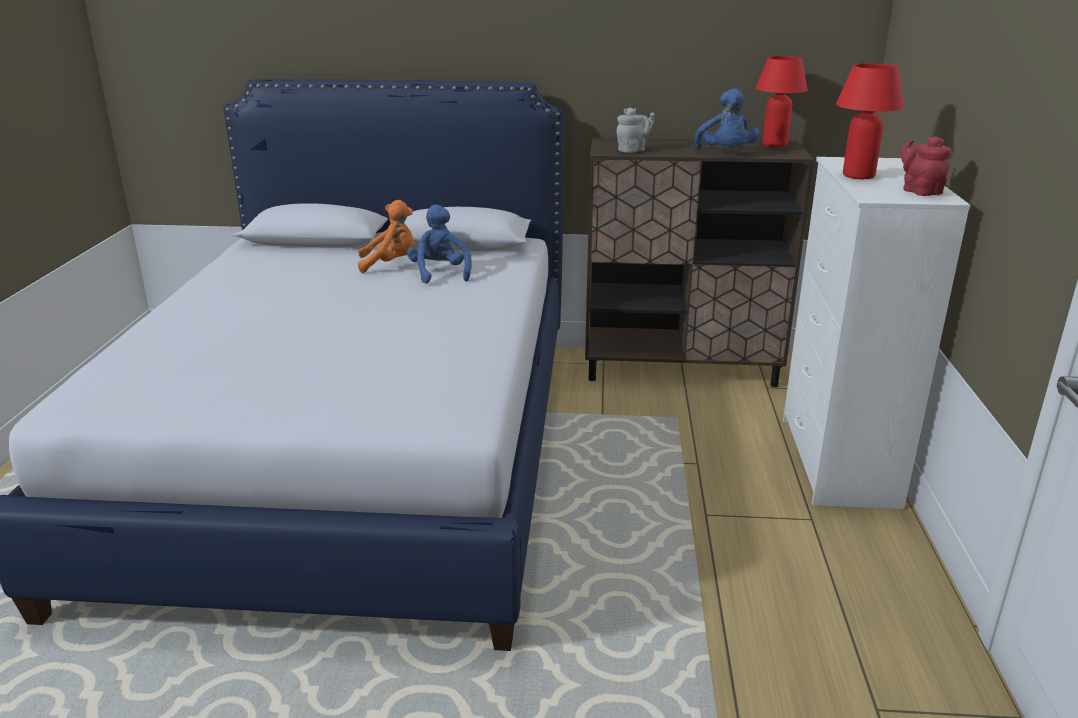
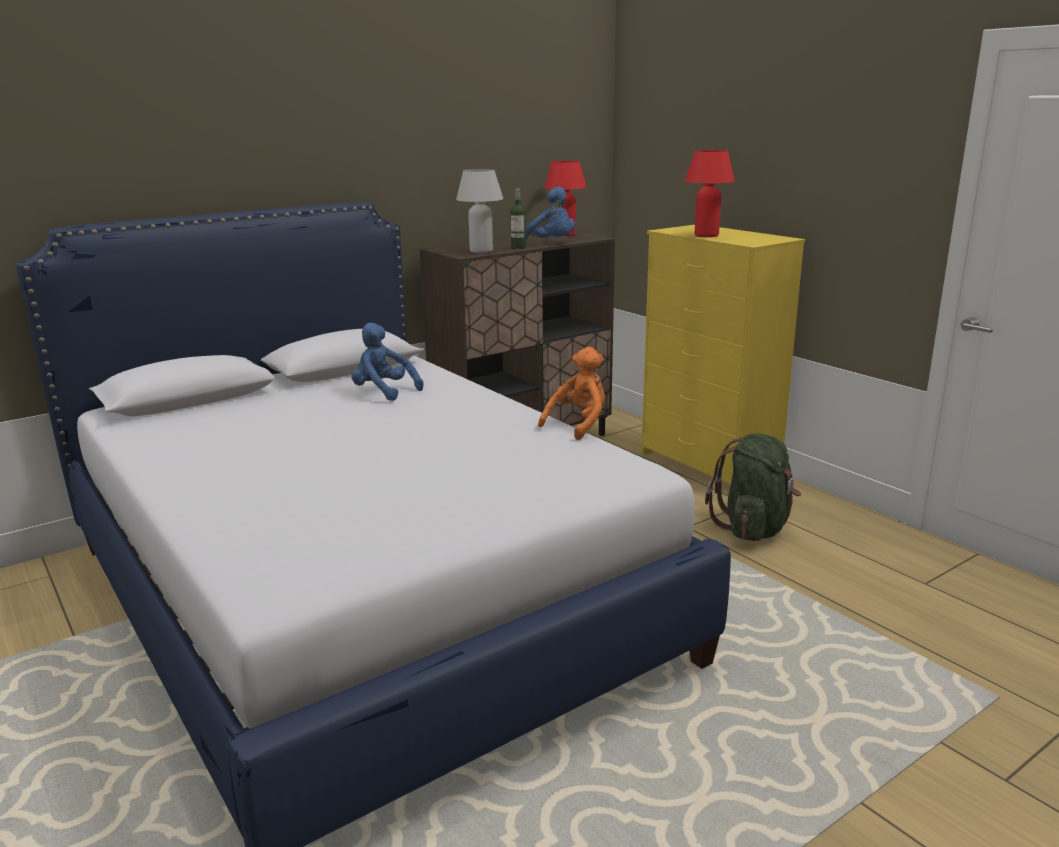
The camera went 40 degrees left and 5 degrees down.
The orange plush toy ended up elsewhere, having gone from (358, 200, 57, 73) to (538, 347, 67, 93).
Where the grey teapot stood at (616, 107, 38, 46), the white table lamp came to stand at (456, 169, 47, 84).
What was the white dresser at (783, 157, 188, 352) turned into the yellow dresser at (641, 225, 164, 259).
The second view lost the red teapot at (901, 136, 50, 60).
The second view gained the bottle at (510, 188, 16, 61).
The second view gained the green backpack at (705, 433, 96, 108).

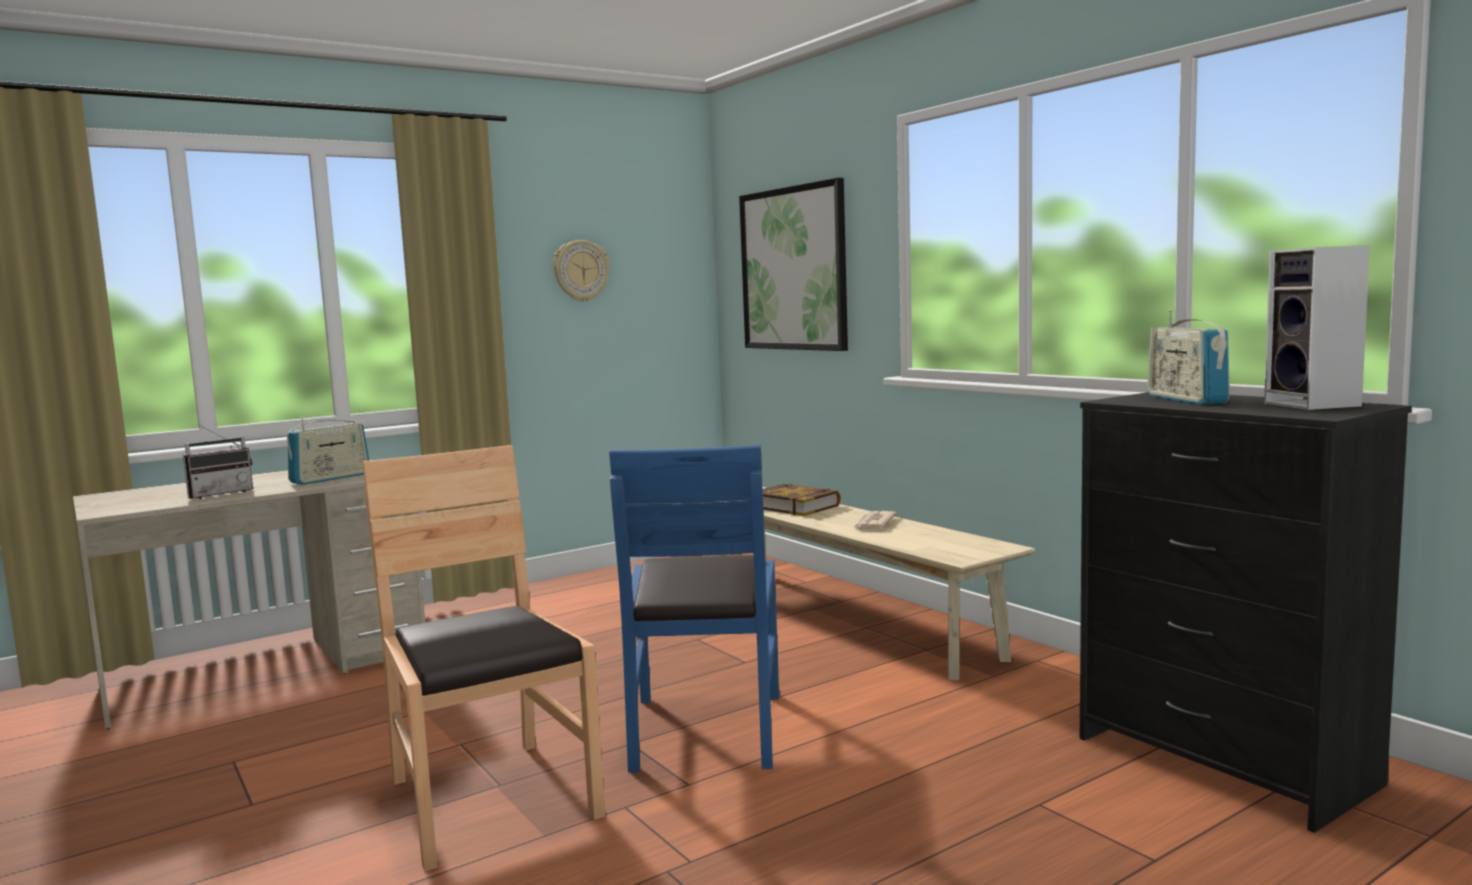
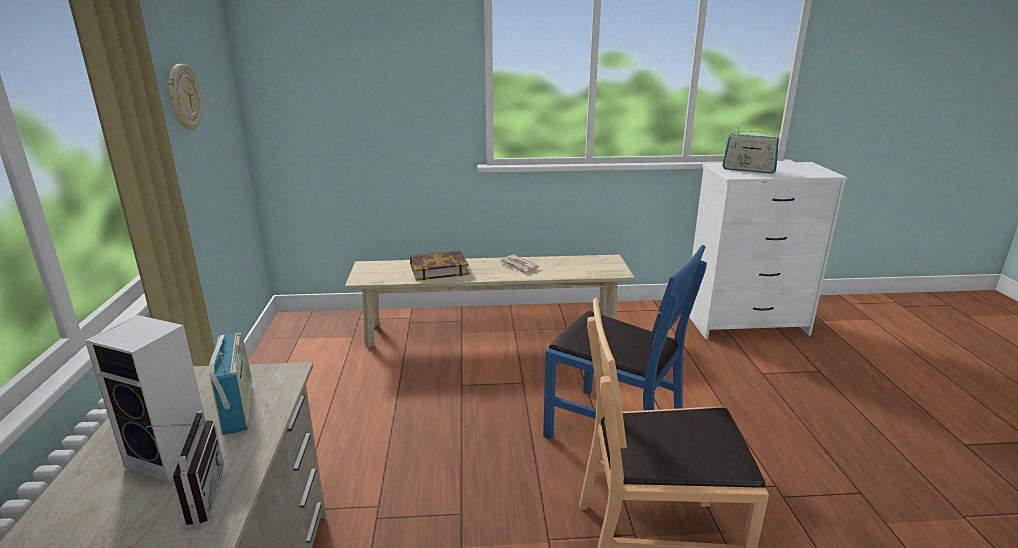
The camera went 60 degrees left and 15 degrees up.
The second view lost the picture at (739, 178, 109, 173).
What was the black dresser at (1080, 392, 332, 441) turned into the white dresser at (689, 162, 158, 177).
The speaker ended up elsewhere, having gone from (1264, 245, 106, 165) to (85, 315, 121, 167).

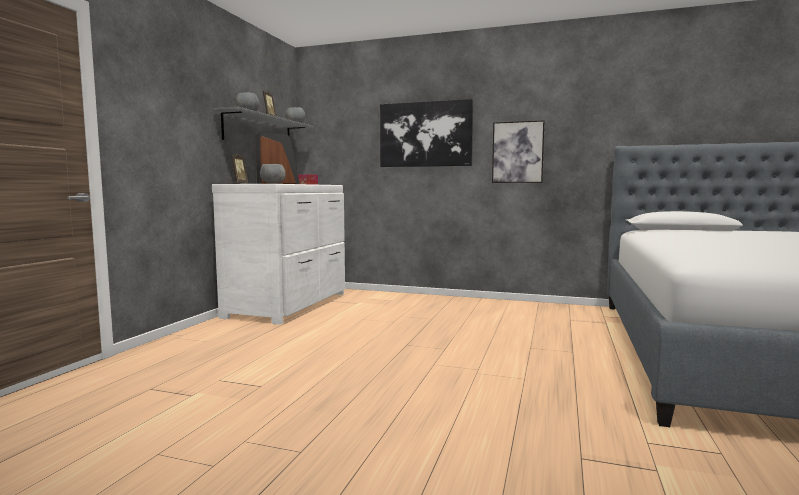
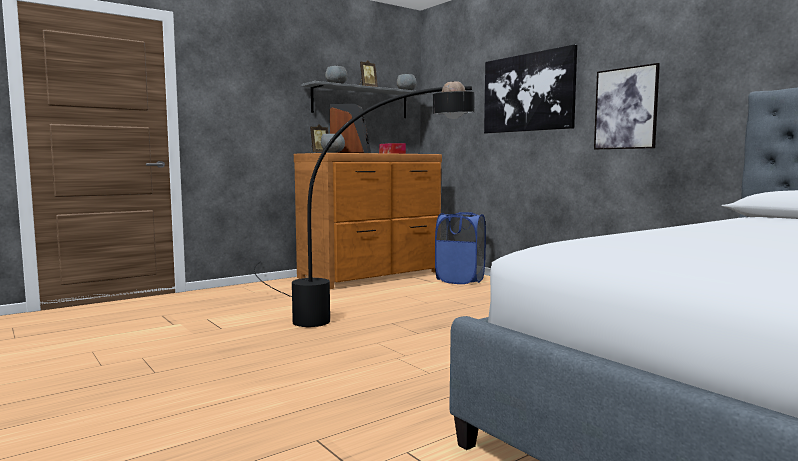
The camera went 35 degrees right and 0 degrees up.
What was the white dresser at (212, 184, 133, 141) turned into the brown dresser at (294, 153, 148, 136).
The second view gained the black floor lamp at (254, 81, 221, 246).
The second view gained the blue laundry basket at (435, 212, 51, 72).

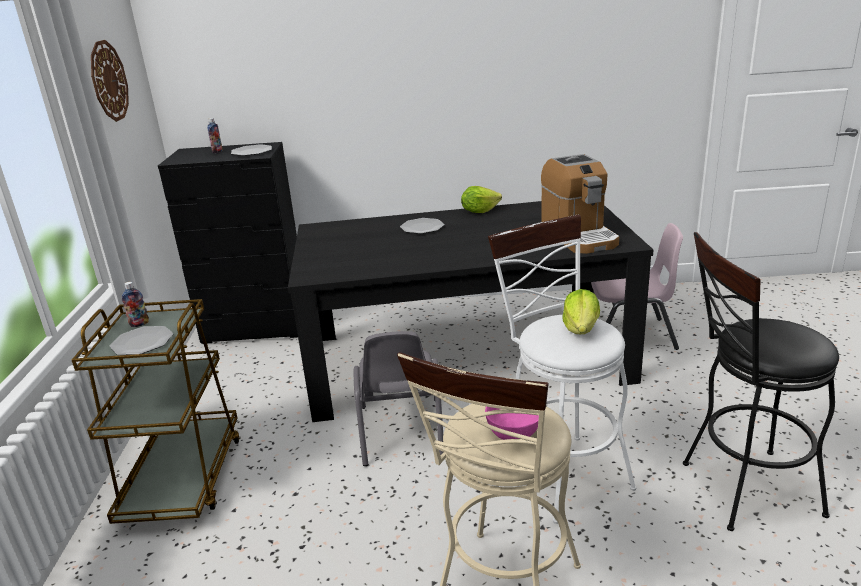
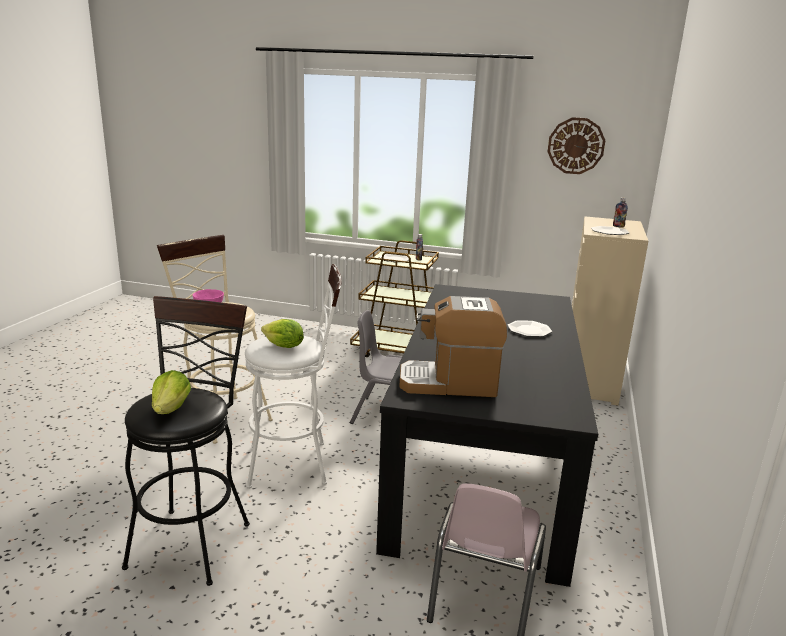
The camera went 105 degrees right and 5 degrees down.
What was the black dresser at (158, 142, 140, 202) turned into the beige dresser at (572, 216, 76, 190).
The lettuce ended up elsewhere, having gone from (461, 186, 41, 27) to (152, 370, 39, 44).

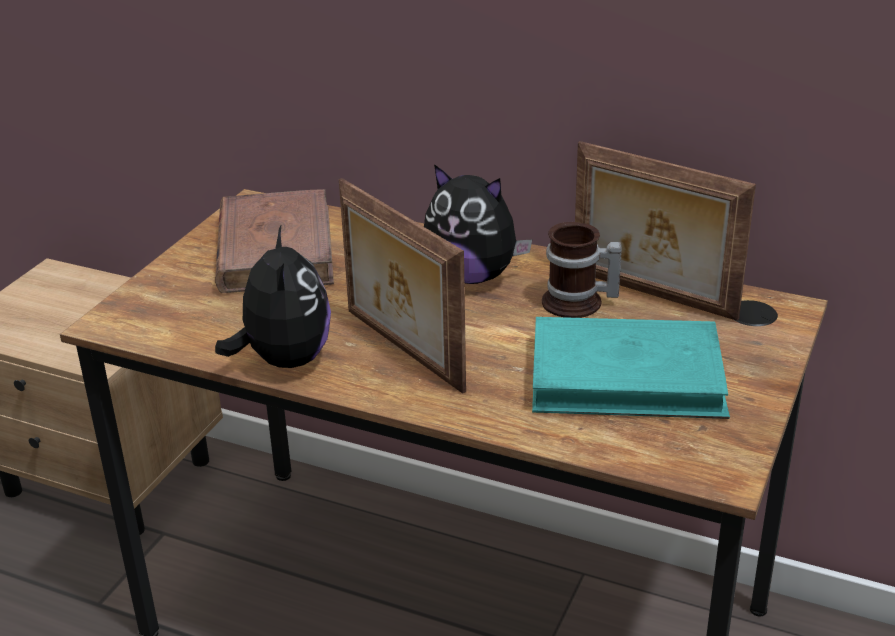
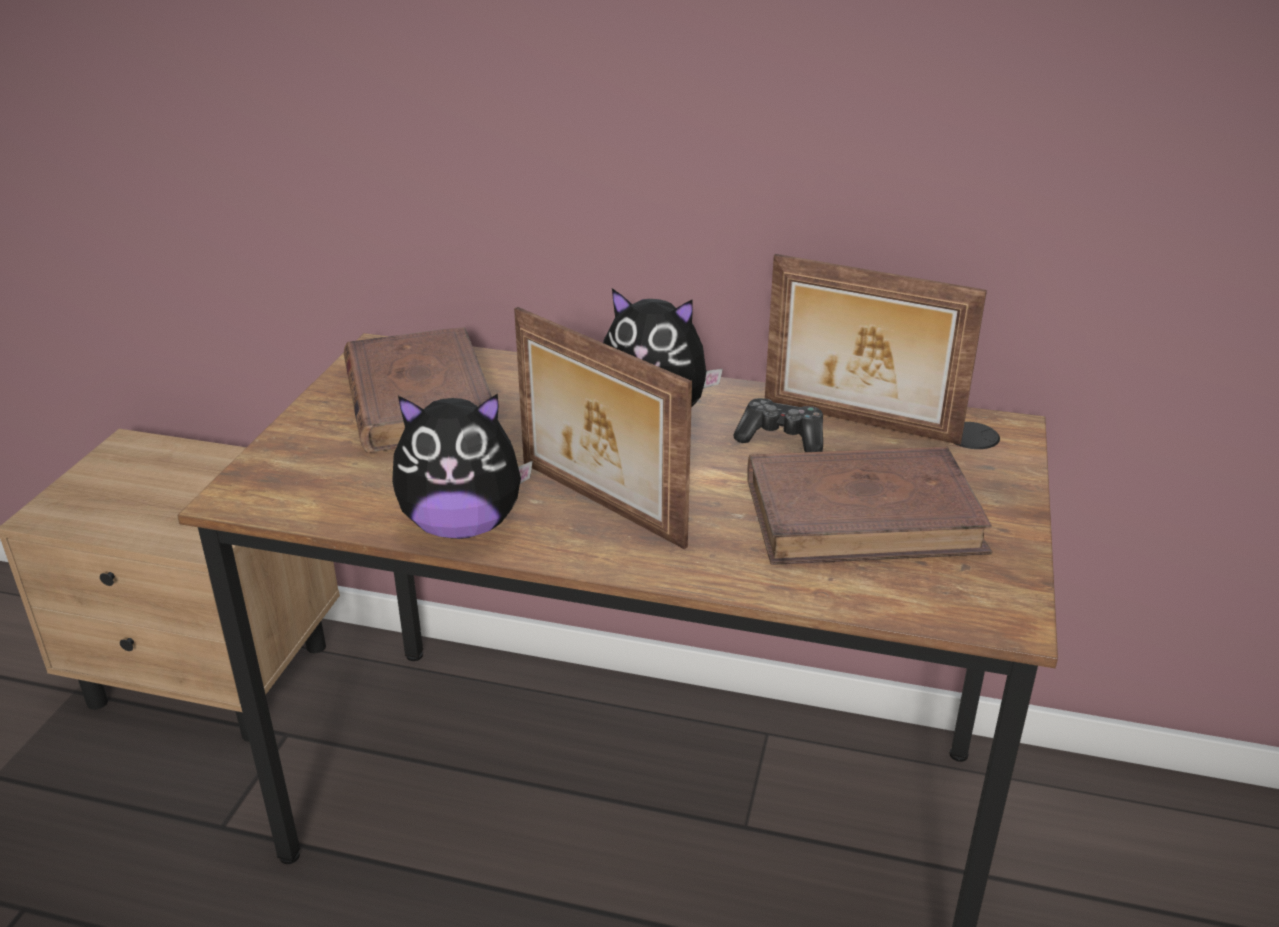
The camera went 10 degrees left and 0 degrees up.
The plush toy at (215, 226, 116, 142) ended up facing another way, 105 degrees clockwise from before.
What was the turquoise book at (532, 317, 198, 102) turned into the brown book at (748, 447, 244, 118).
Where the mug stood at (542, 222, 80, 96), the game controller came to stand at (734, 398, 89, 54).

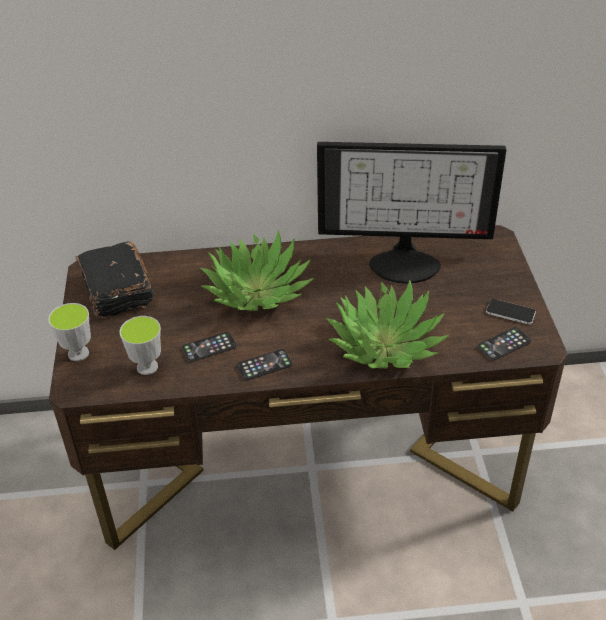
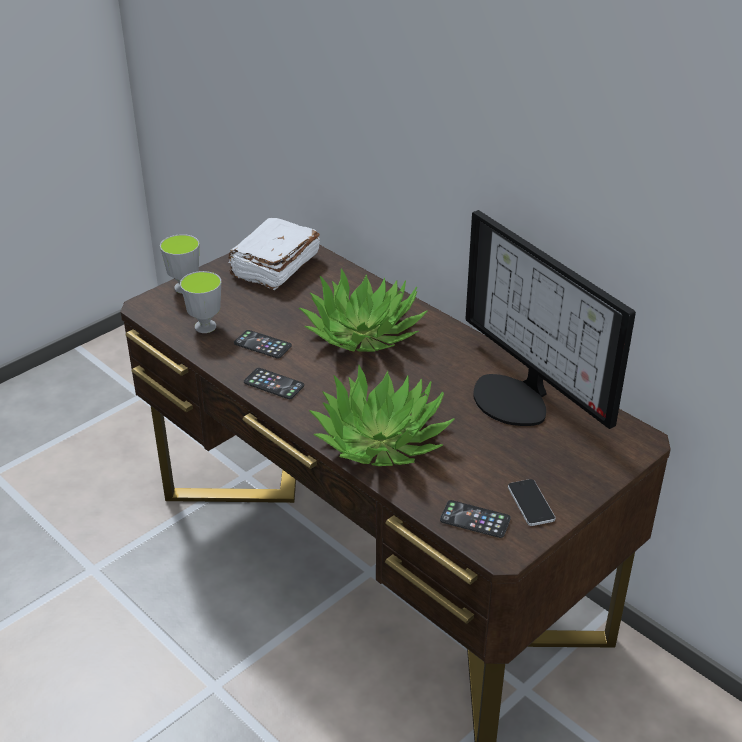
The camera went 50 degrees right and 5 degrees down.
What was the black book at (75, 242, 79, 77) turned into the white book at (229, 218, 91, 72).

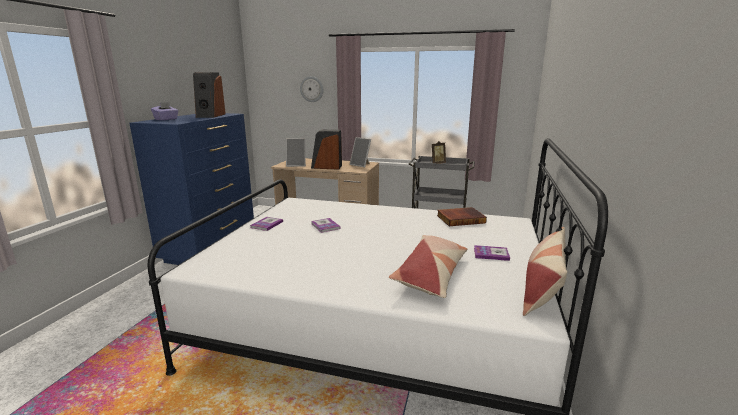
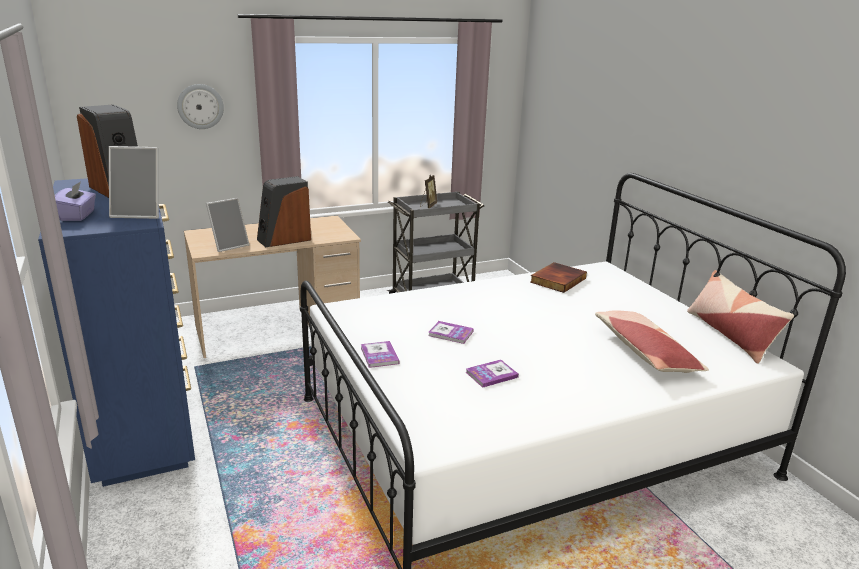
The camera went 40 degrees left and 5 degrees up.
The picture frame ended up elsewhere, having gone from (350, 137, 21, 30) to (109, 146, 50, 73).
The book ended up elsewhere, having gone from (474, 245, 36, 16) to (466, 359, 53, 29).

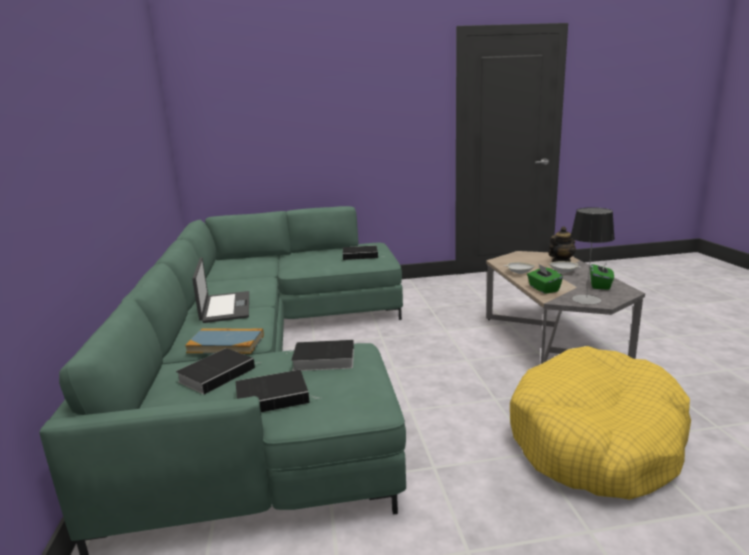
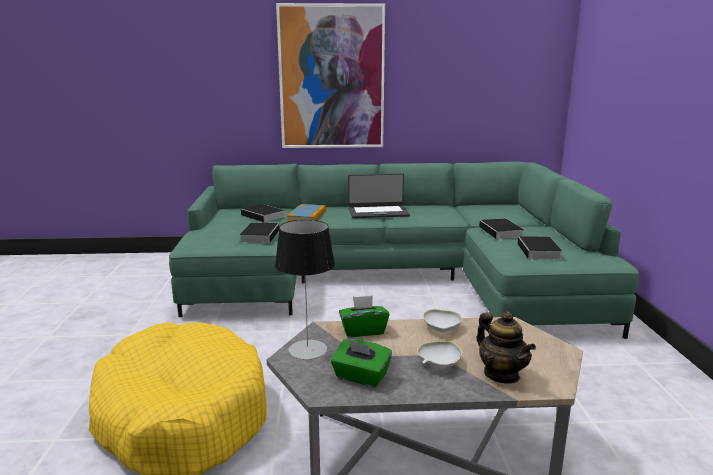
The camera went 95 degrees right and 0 degrees up.
The book ended up elsewhere, having gone from (236, 370, 86, 42) to (479, 219, 45, 20).
The second view gained the picture at (276, 3, 109, 145).

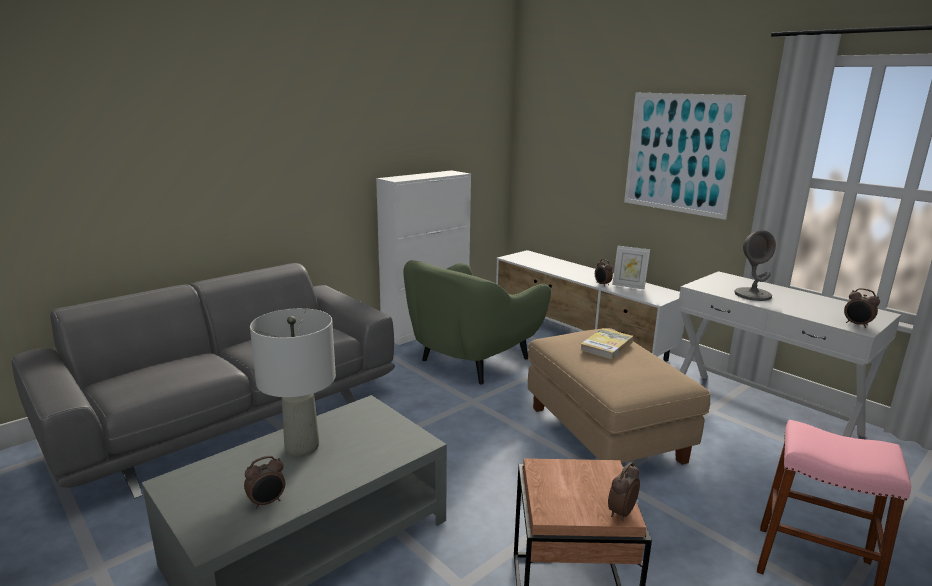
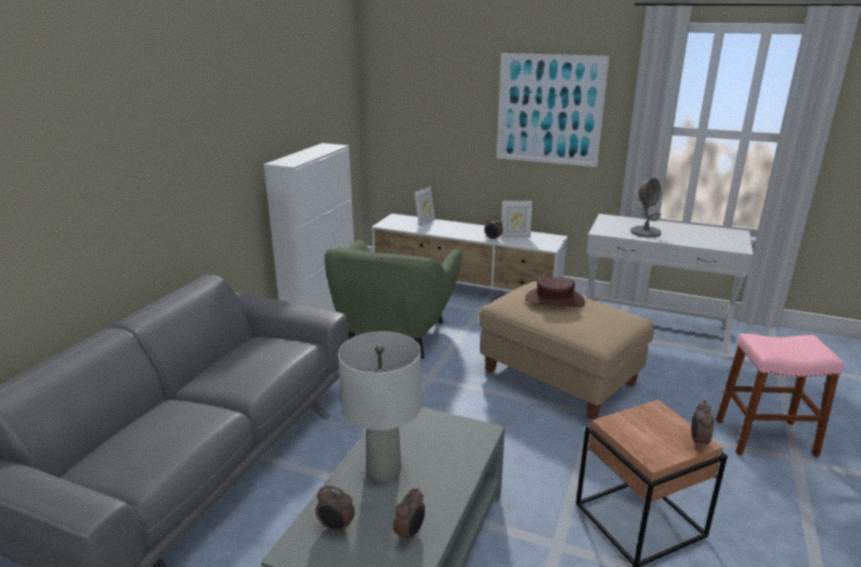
The camera went 25 degrees left and 5 degrees up.
Where the book stood at (581, 328, 52, 31), the brown hat came to stand at (525, 276, 60, 31).
The alarm clock ended up elsewhere, having gone from (844, 288, 36, 40) to (316, 485, 39, 49).
The second view gained the picture frame at (414, 186, 21, 41).

